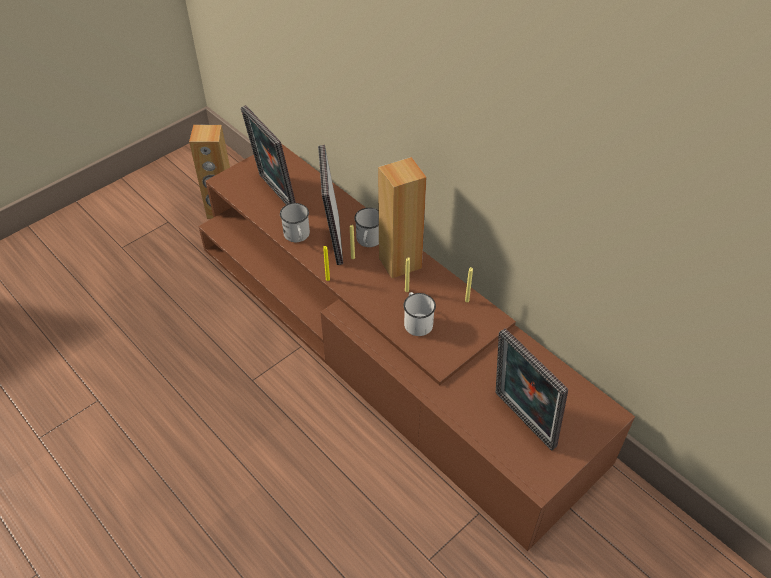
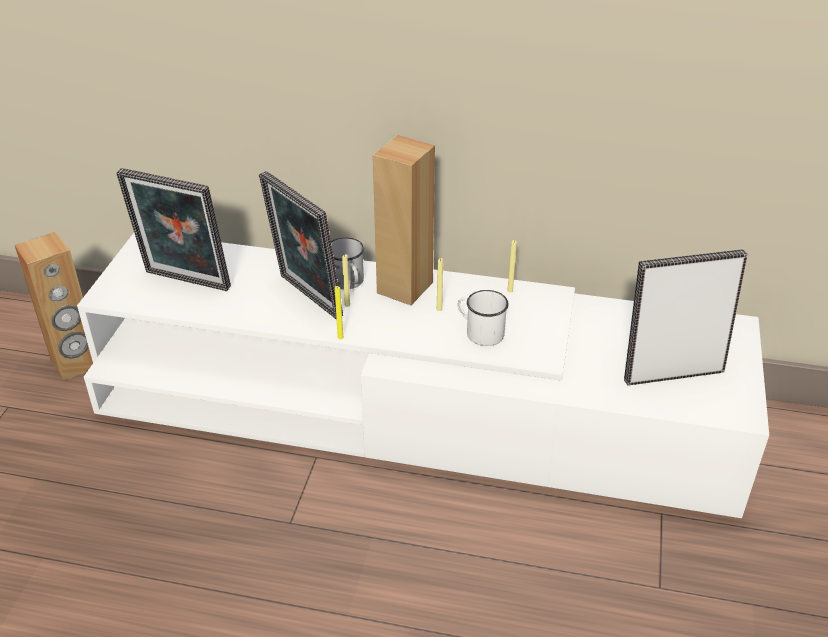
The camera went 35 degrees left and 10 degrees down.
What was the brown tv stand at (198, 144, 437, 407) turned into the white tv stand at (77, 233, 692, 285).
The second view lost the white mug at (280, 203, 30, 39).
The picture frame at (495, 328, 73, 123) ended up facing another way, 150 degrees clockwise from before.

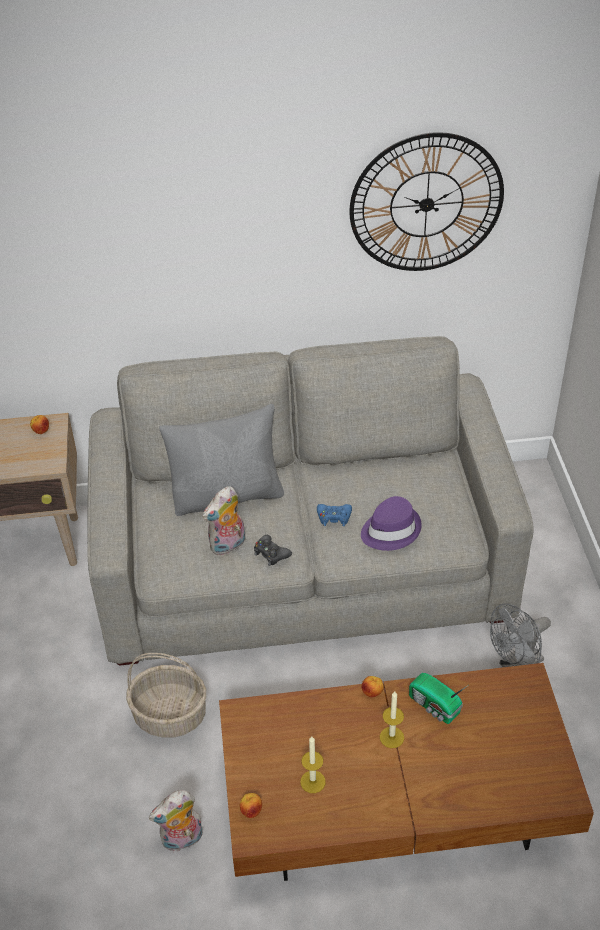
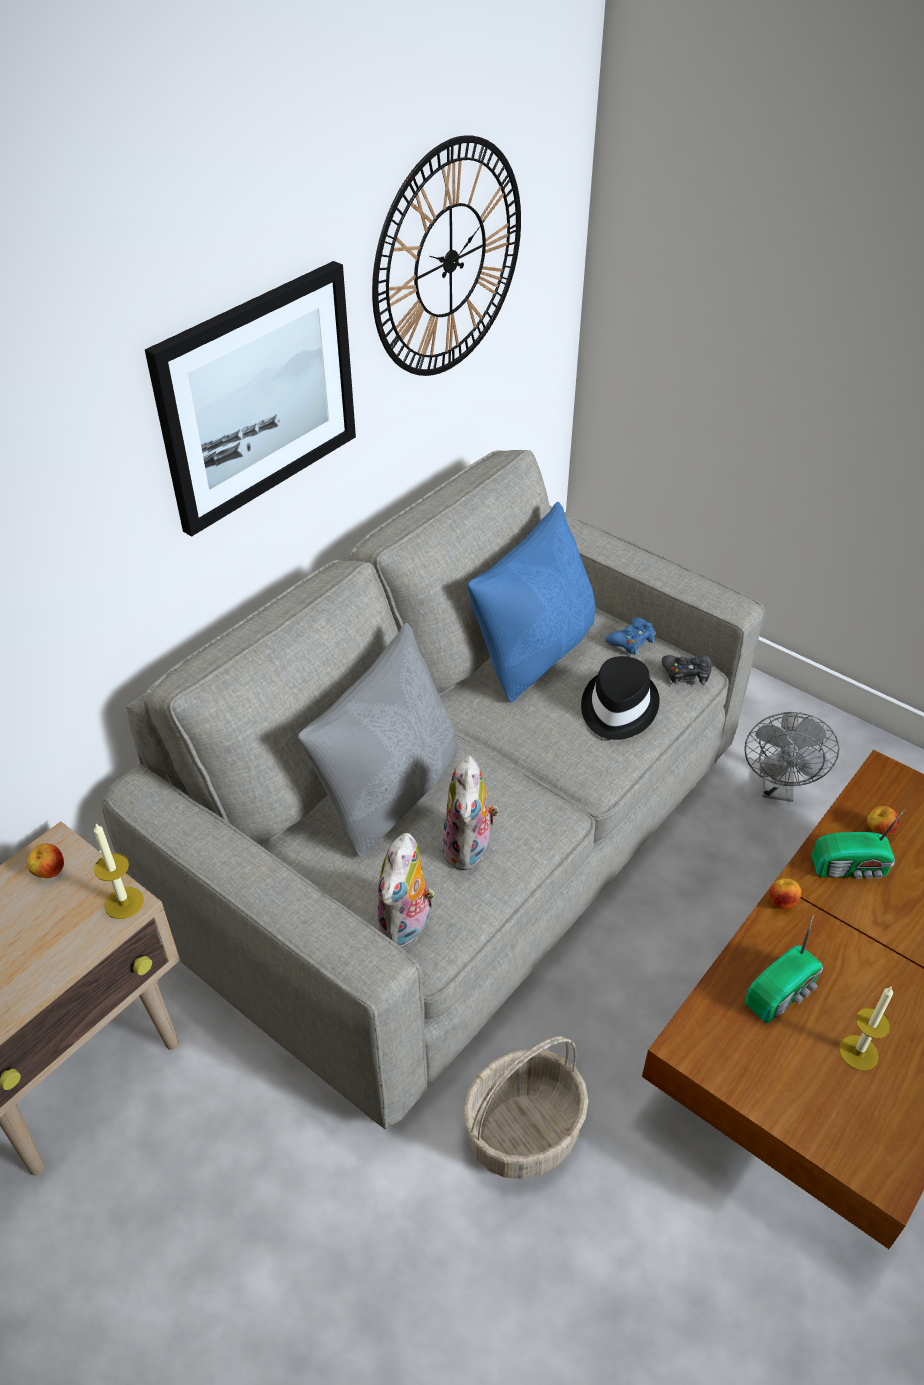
The camera went 45 degrees left and 0 degrees up.
The plush toy ended up elsewhere, having gone from (149, 790, 54, 62) to (378, 833, 57, 115).
The apple ended up elsewhere, having gone from (240, 793, 22, 25) to (867, 806, 32, 30).
The black game controller ended up elsewhere, having gone from (254, 535, 38, 31) to (662, 655, 50, 30).
The blue game controller ended up elsewhere, having gone from (317, 504, 35, 22) to (605, 617, 51, 38).
What was the purple hat at (361, 496, 61, 55) turned into the black hat at (581, 656, 78, 84).
The candle ended up elsewhere, having gone from (380, 691, 24, 57) to (94, 824, 50, 95).
The second view gained the picture at (145, 261, 211, 276).
The second view gained the blue pillow at (467, 502, 129, 201).
The second view gained the radio at (745, 914, 78, 109).

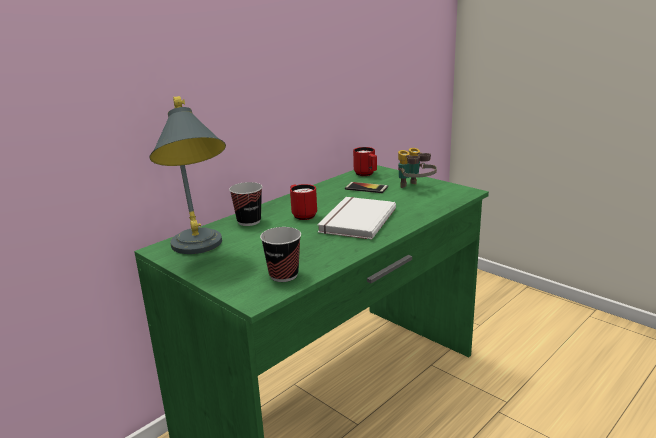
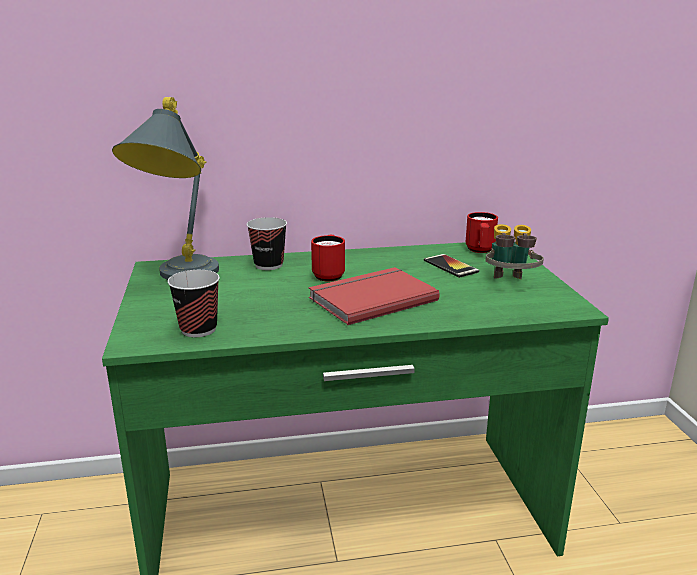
The camera went 35 degrees right and 0 degrees up.
What was the white book at (317, 197, 79, 43) turned into the red book at (309, 267, 131, 58).

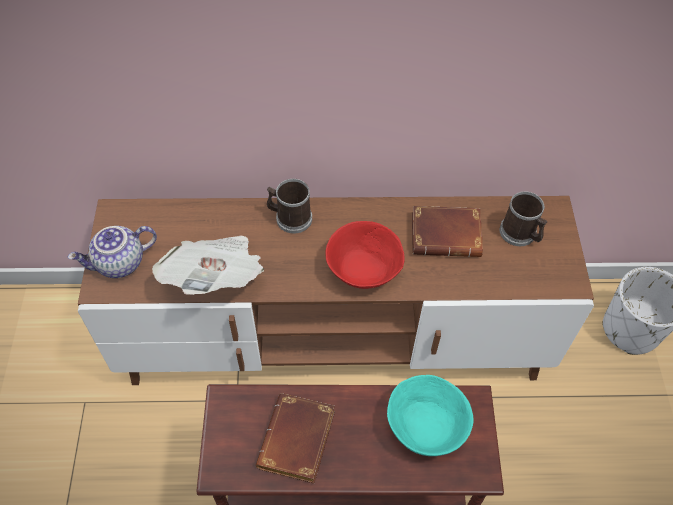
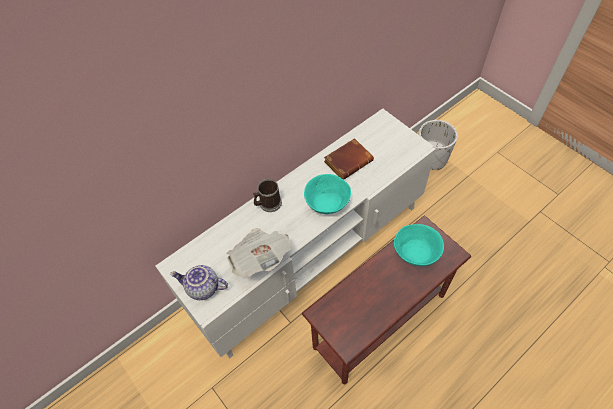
The camera went 35 degrees left and 0 degrees up.
The teapot at (68, 226, 89, 52) ended up facing another way, 75 degrees clockwise from before.
What was the brown tv stand at (78, 196, 516, 189) turned into the white tv stand at (155, 109, 281, 250).
The second view lost the brown book at (256, 393, 79, 91).
What was the red bowl at (325, 221, 80, 68) turned into the turquoise bowl at (304, 174, 47, 40).
The second view lost the mug at (499, 191, 48, 55).

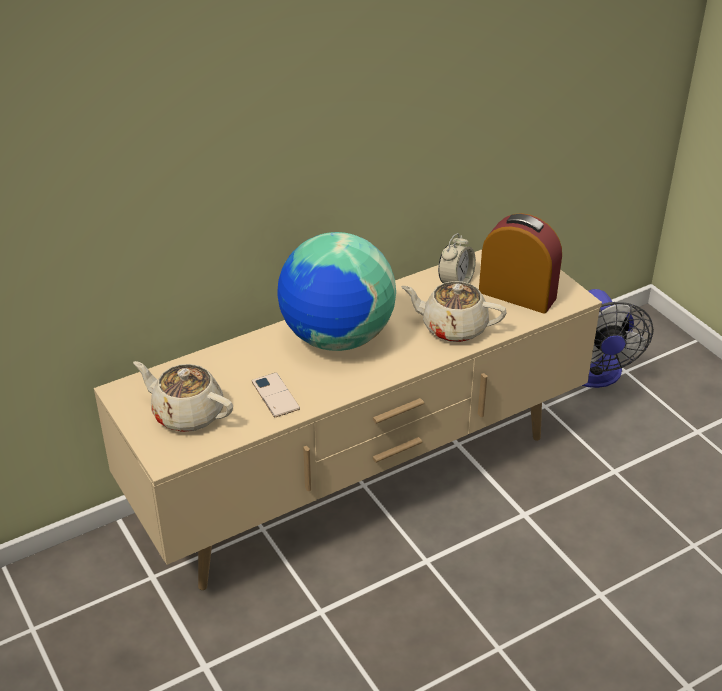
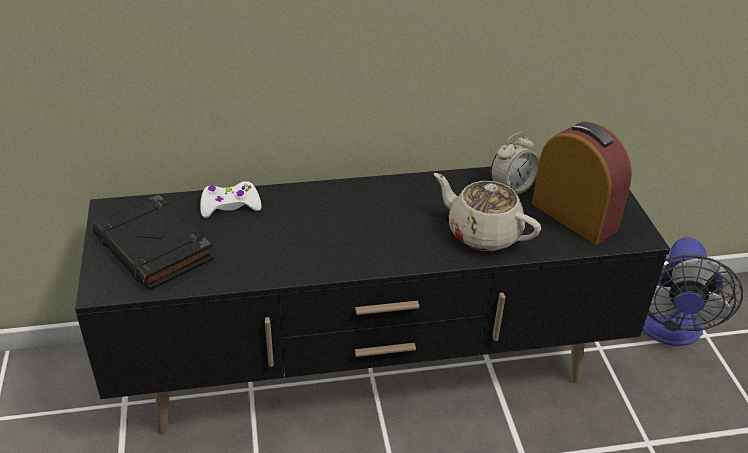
The camera went 20 degrees right and 0 degrees up.
What was the beige tv stand at (94, 250, 508, 340) turned into the black tv stand at (75, 167, 595, 267).
Where the beige teapot stood at (133, 361, 100, 71), the black book came to stand at (92, 194, 122, 96).
The second view lost the phone at (252, 372, 48, 45).
The second view lost the globe at (277, 232, 119, 119).
The second view gained the white game controller at (200, 181, 62, 37).

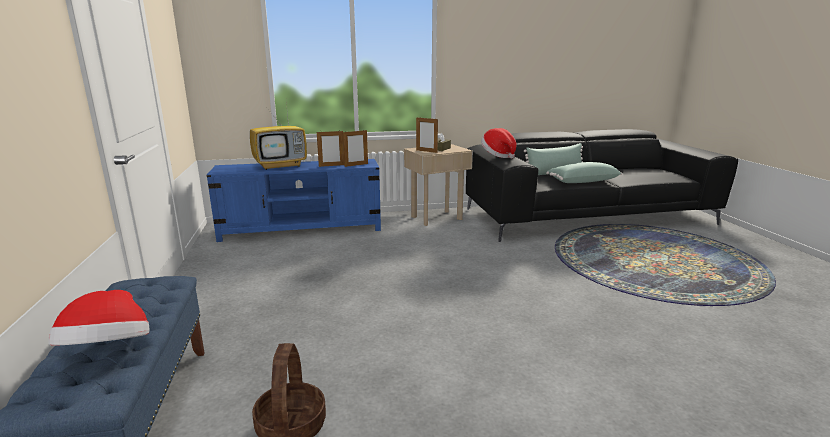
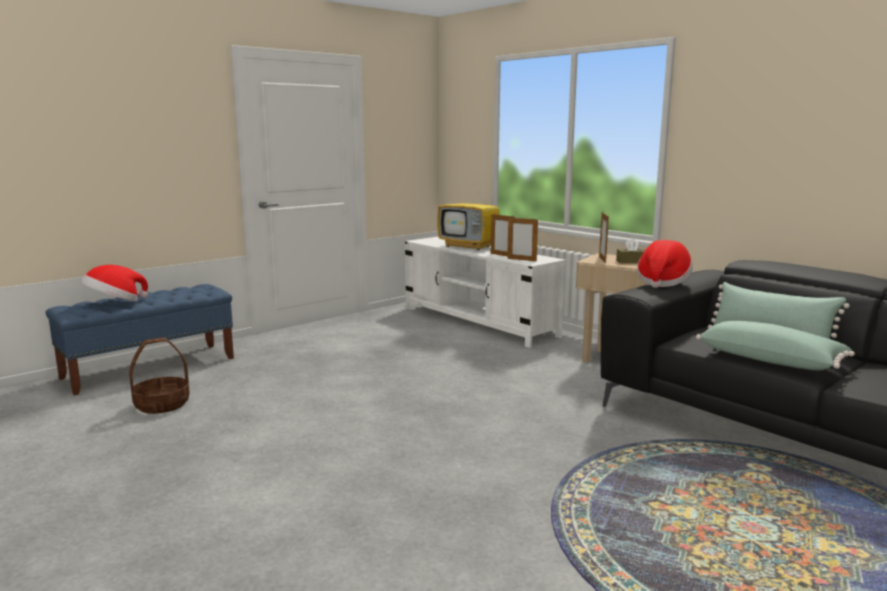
The camera went 60 degrees right and 5 degrees down.
What was the blue tv stand at (206, 159, 175, 83) turned into the white tv stand at (405, 237, 161, 111).

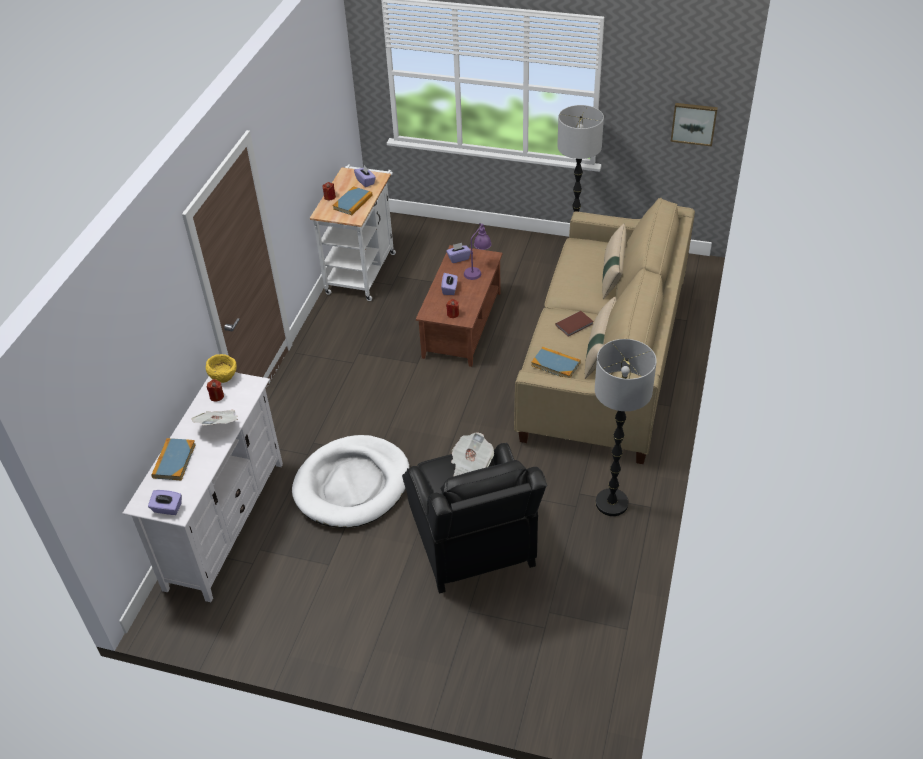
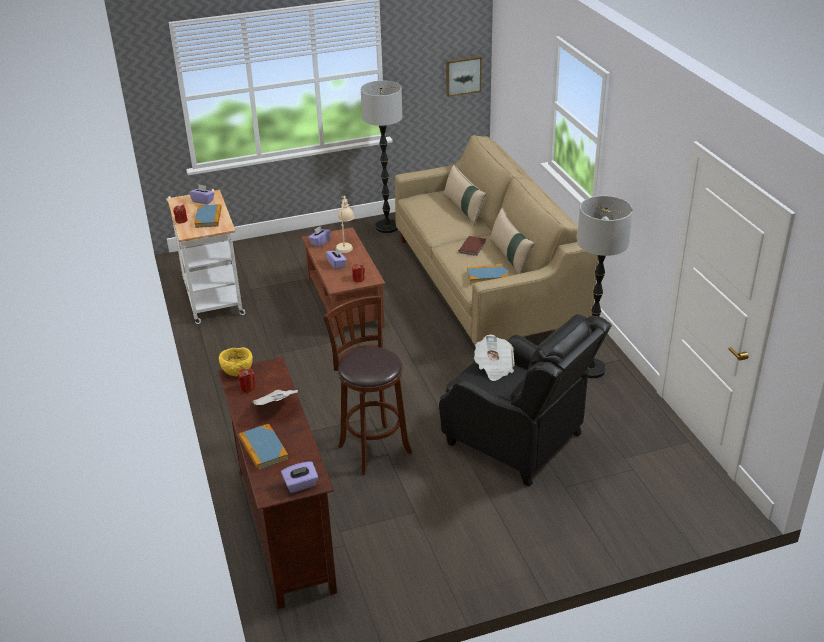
The camera went 35 degrees left and 10 degrees down.
What was the white tv stand at (122, 372, 161, 230) turned into the brown tv stand at (218, 357, 119, 252).
Where the white dog bed stood at (292, 435, 118, 93), the brown stool came to stand at (324, 295, 88, 180).
What was the purple table lamp at (464, 223, 27, 57) turned into the beige table lamp at (336, 196, 18, 57).

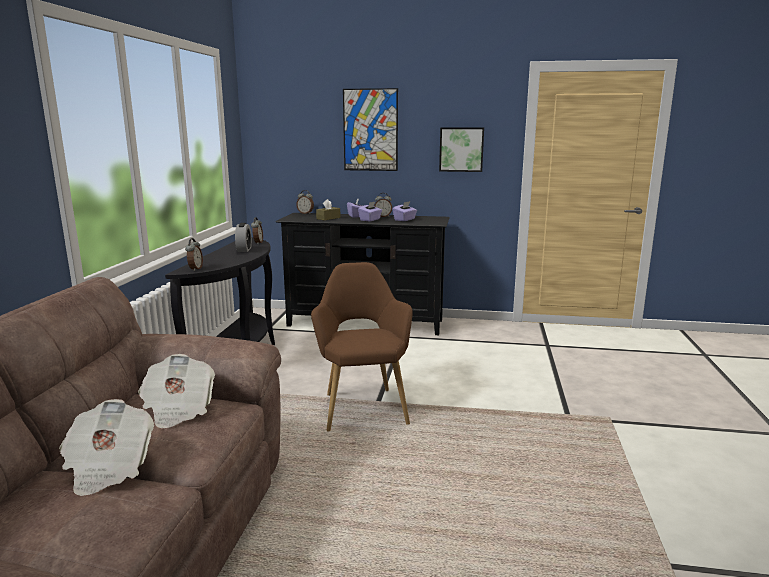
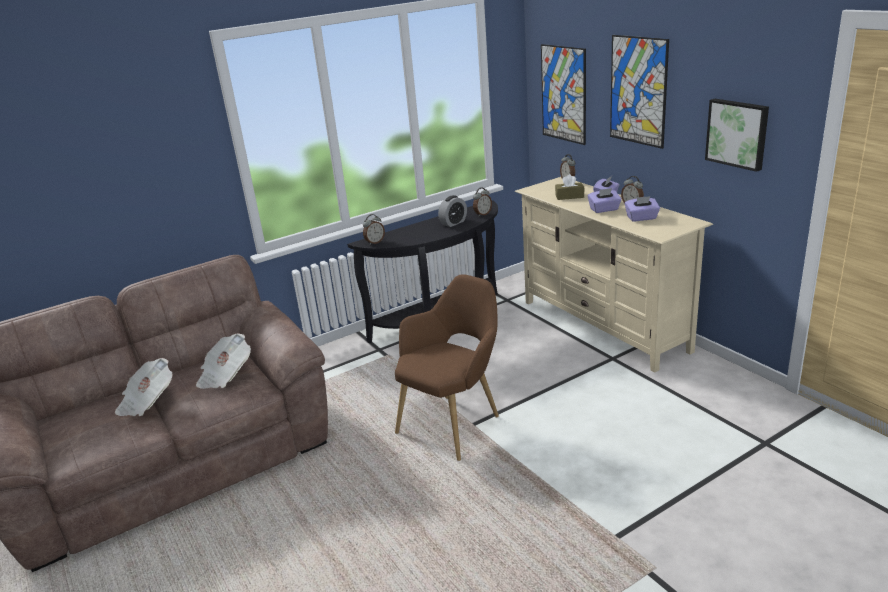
The camera went 50 degrees right and 10 degrees up.
What was the black tv stand at (276, 213, 174, 122) turned into the beige tv stand at (515, 177, 198, 196).
The second view gained the picture at (541, 44, 45, 101).

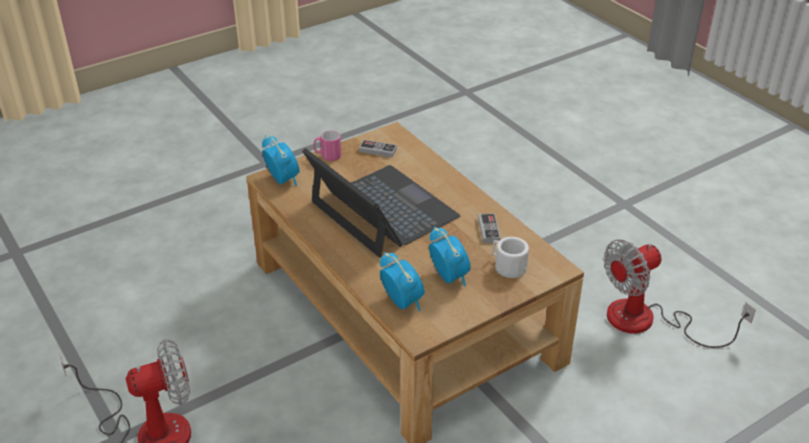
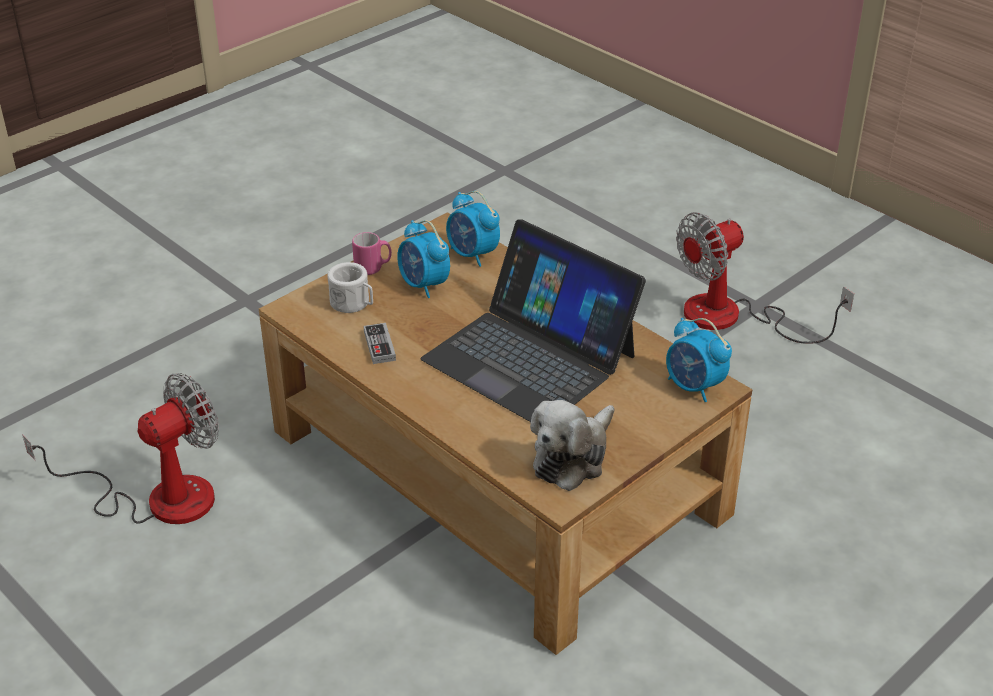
The camera went 170 degrees right and 0 degrees up.
The pink mug ended up elsewhere, having gone from (313, 130, 28, 31) to (352, 232, 40, 43).
Where the game controller stood at (359, 140, 38, 17), the plush toy came to stand at (530, 400, 84, 91).

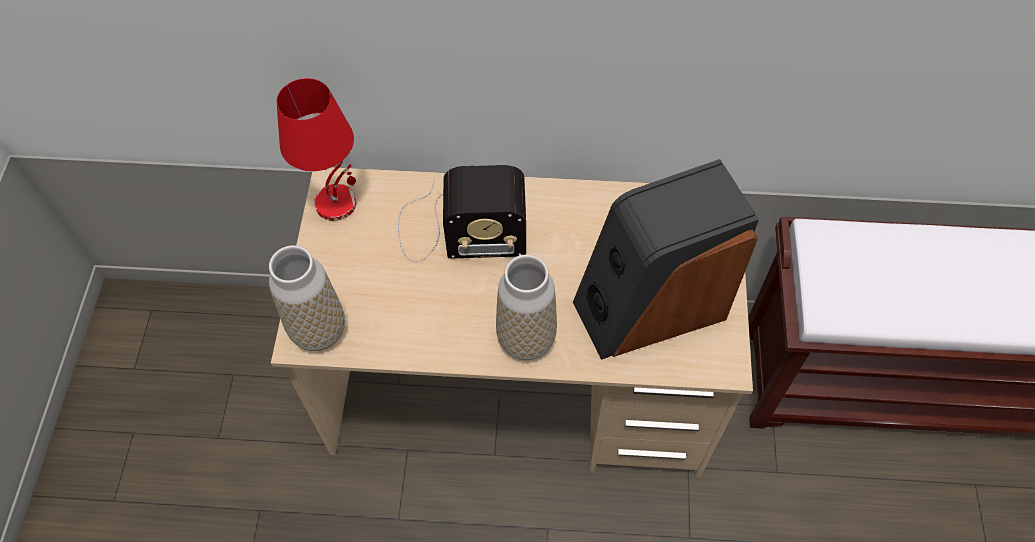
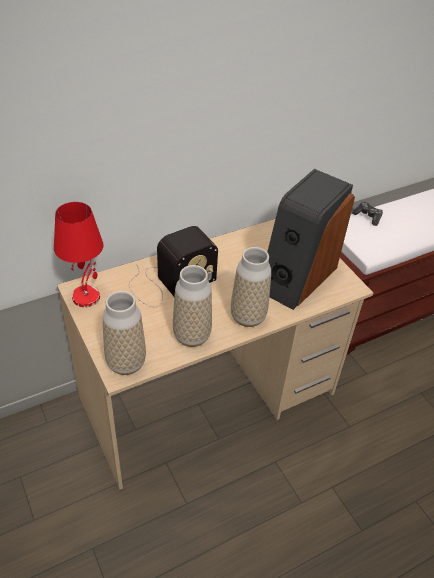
The camera went 35 degrees left and 15 degrees down.
The second view gained the vase at (173, 265, 39, 82).
The second view gained the game controller at (352, 202, 31, 24).

